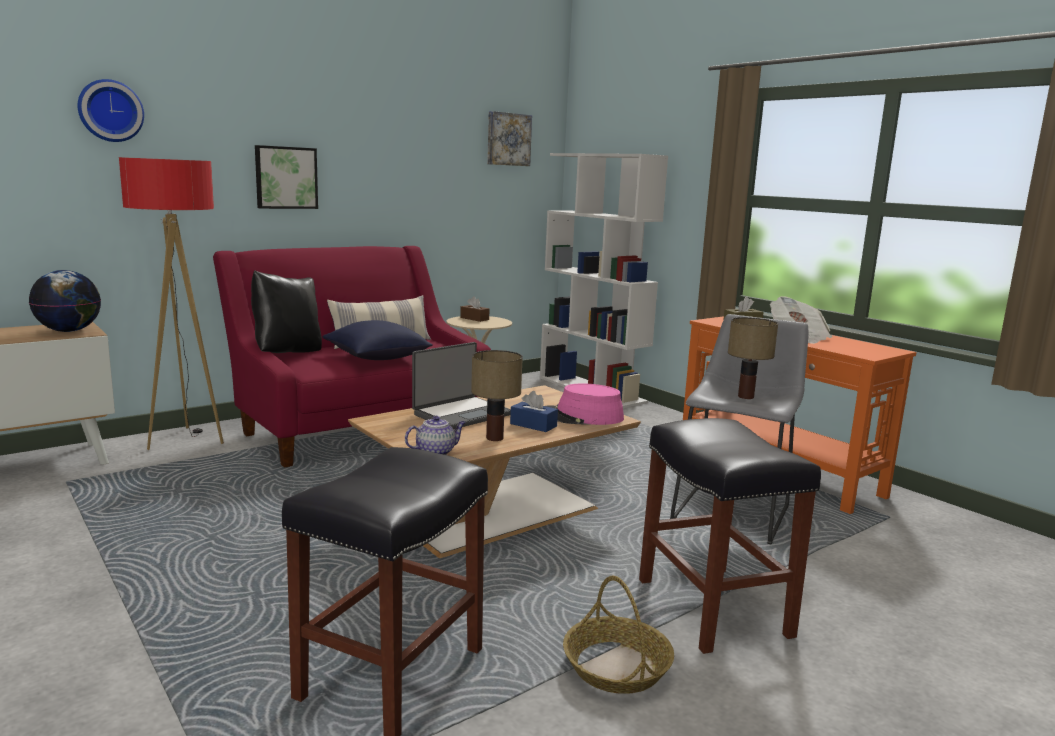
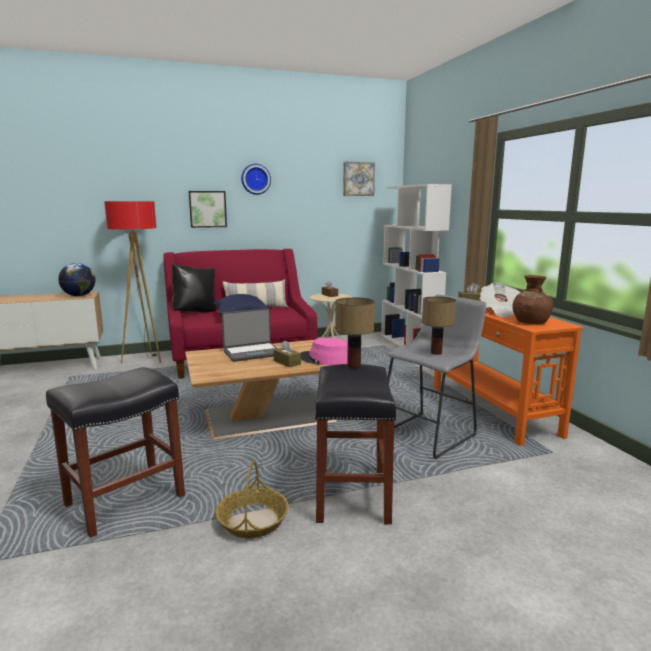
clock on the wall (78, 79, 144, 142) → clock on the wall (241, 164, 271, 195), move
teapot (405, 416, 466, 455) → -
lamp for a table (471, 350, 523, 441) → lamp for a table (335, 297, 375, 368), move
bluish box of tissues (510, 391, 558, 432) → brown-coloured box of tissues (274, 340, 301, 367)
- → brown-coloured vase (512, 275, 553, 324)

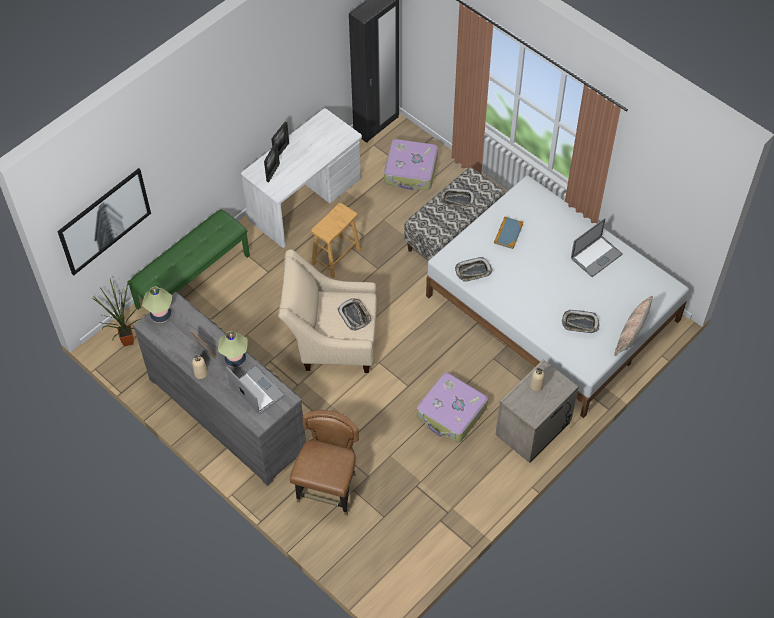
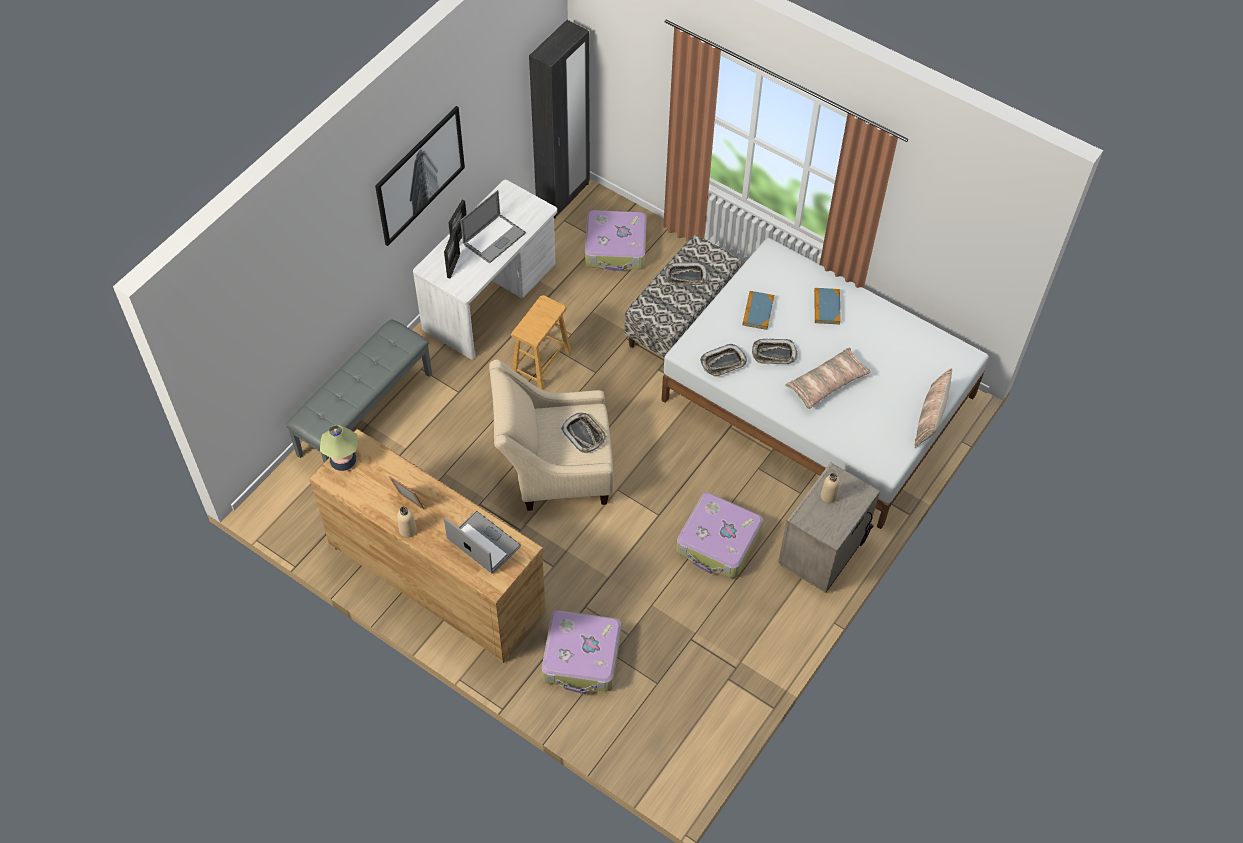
wall art (57, 168, 151, 275) → wall art (375, 106, 465, 246), move
potted plant (93, 279, 142, 346) → -
green indoor bench (128, 210, 250, 310) → greyish indoor bench (286, 319, 432, 463)
greyish drawer chest (133, 292, 306, 486) → brown-coloured drawer chest (309, 429, 546, 663)
lamp for a table (218, 331, 248, 367) → -
brown-coloured plain chair (290, 410, 359, 516) → suitcase (542, 611, 621, 694)
carrying tray (562, 310, 599, 333) → carrying tray (752, 339, 798, 364), move
notebook computer (571, 218, 623, 277) → notebook computer (460, 190, 526, 263), move
- → pillow (785, 347, 871, 409)
- → bound book (814, 288, 841, 324)

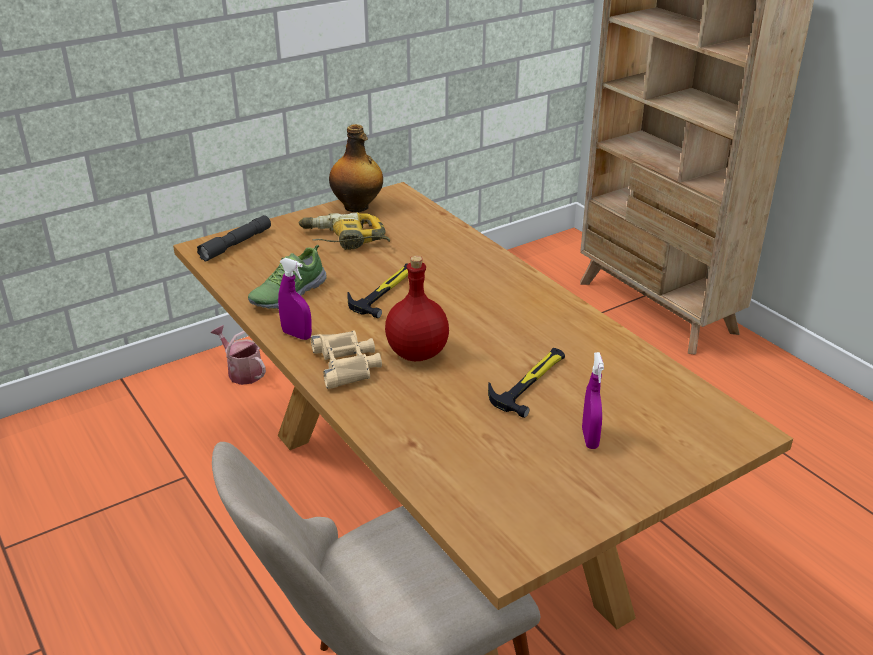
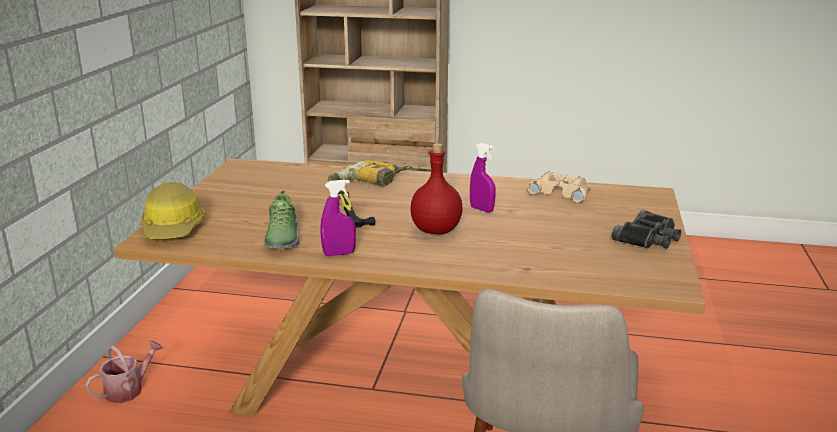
greyish flashlight (197, 215, 271, 261) → safety helmet (141, 182, 205, 239)
watering pot (211, 325, 266, 385) → watering pot (85, 340, 164, 403), 135 degrees clockwise
drill (298, 212, 390, 250) → drill (328, 160, 412, 187), move
sand-coloured binoculars (311, 330, 382, 389) → sand-coloured binoculars (527, 171, 591, 203), move
bottle (329, 124, 383, 212) → -
hammer (488, 348, 565, 418) → -
purplish hand sprayer (582, 352, 604, 449) → purplish hand sprayer (470, 143, 495, 213), move
- → blackish binoculars (612, 210, 681, 249)

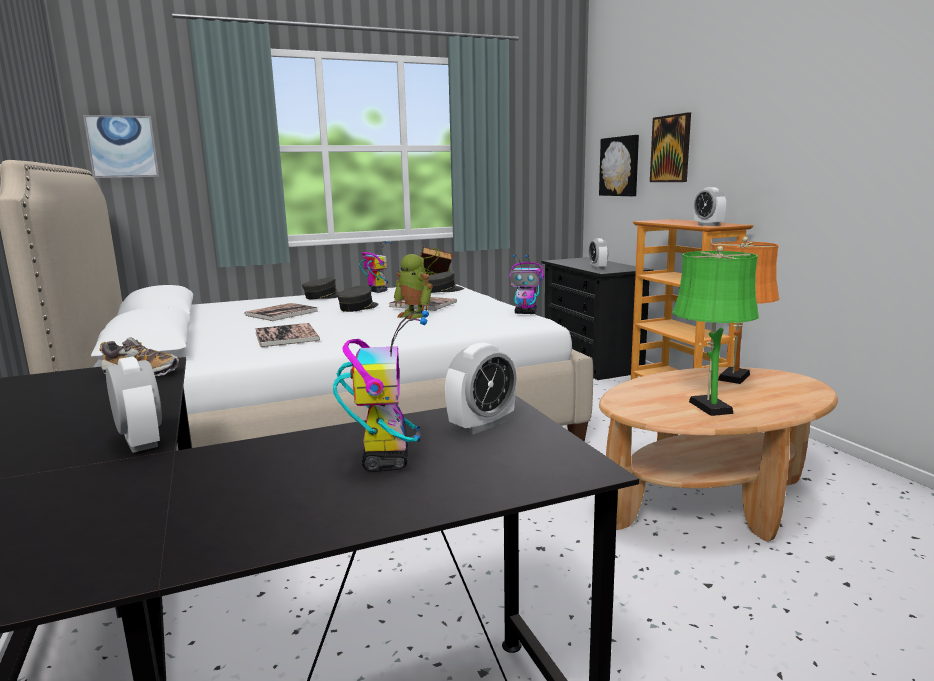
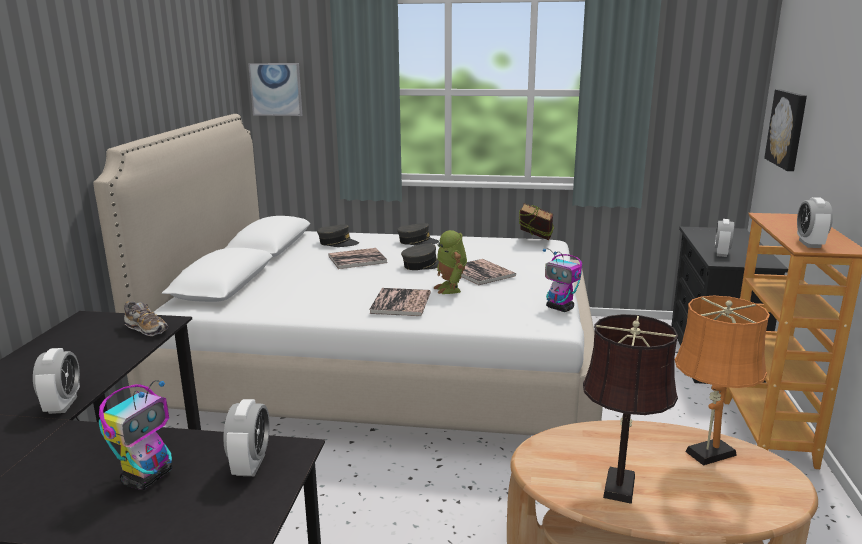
bound book (255, 323, 320, 347) → bound book (369, 288, 431, 316), move
robot figure (359, 241, 392, 293) → -
greyish cap (428, 271, 464, 293) → greyish cap (317, 225, 359, 247), move
alarm clock (445, 342, 517, 434) → alarm clock (223, 399, 270, 476), 75 degrees counterclockwise
wall art (650, 113, 691, 182) → -
green lamp for a table (672, 246, 759, 416) → brown-coloured lamp for a table (583, 314, 678, 504)

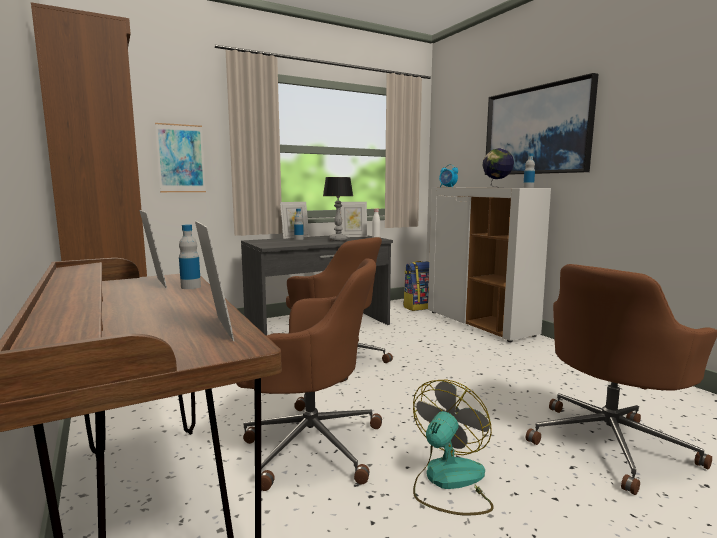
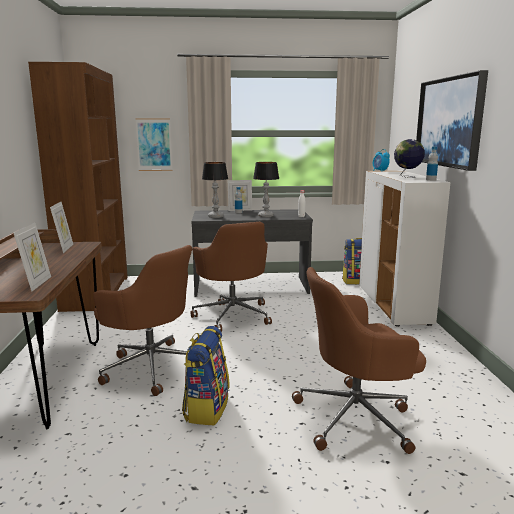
bottle (179, 225, 201, 289) → -
standing frame (340, 202, 367, 237) → -
fan (413, 380, 494, 515) → rucksack (182, 326, 230, 426)
- → lamp for a table (202, 162, 228, 218)

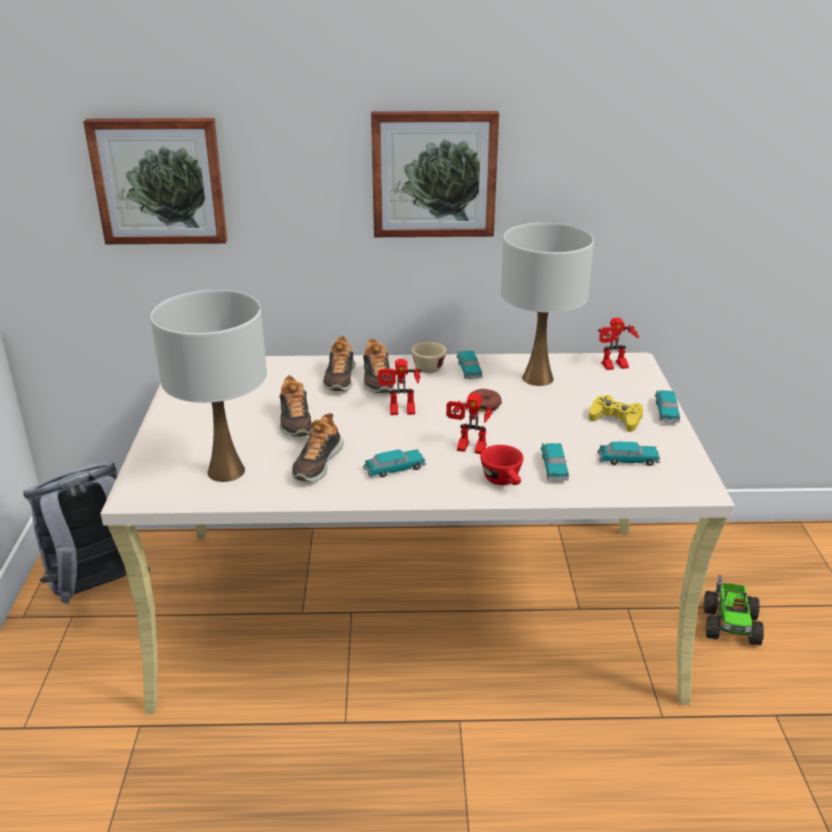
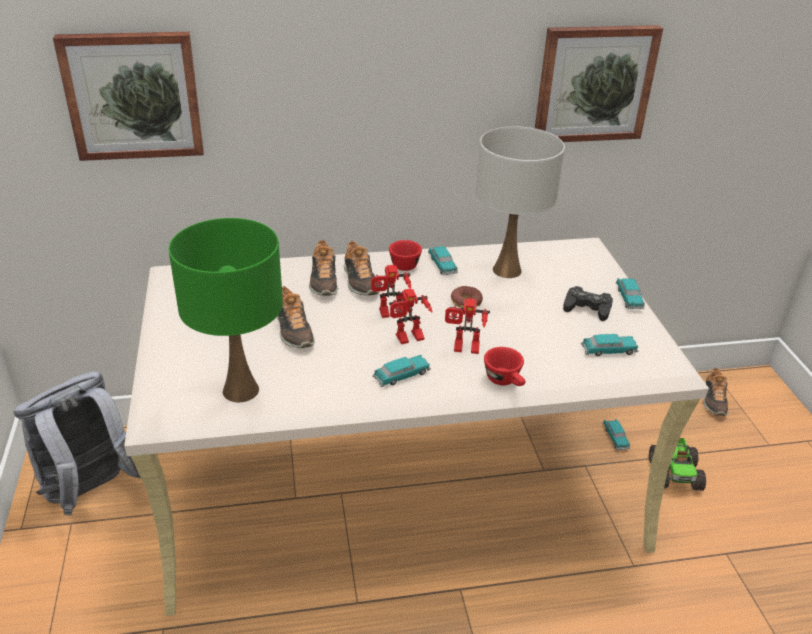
white lamp for a table (151, 290, 267, 482) → green lamp for a table (169, 218, 283, 402)
low shoe (292, 413, 344, 482) → low shoe (703, 367, 728, 416), move
wall art (371, 111, 499, 237) → wall art (535, 25, 663, 142), move
sand-coloured cup (411, 342, 446, 373) → reddish cup (389, 240, 422, 271)
model car (541, 443, 569, 481) → model car (603, 419, 630, 450), move
yellowish game controller (589, 395, 643, 432) → blackish game controller (563, 286, 613, 321)
robot figure (598, 318, 639, 370) → robot figure (389, 288, 432, 344), move

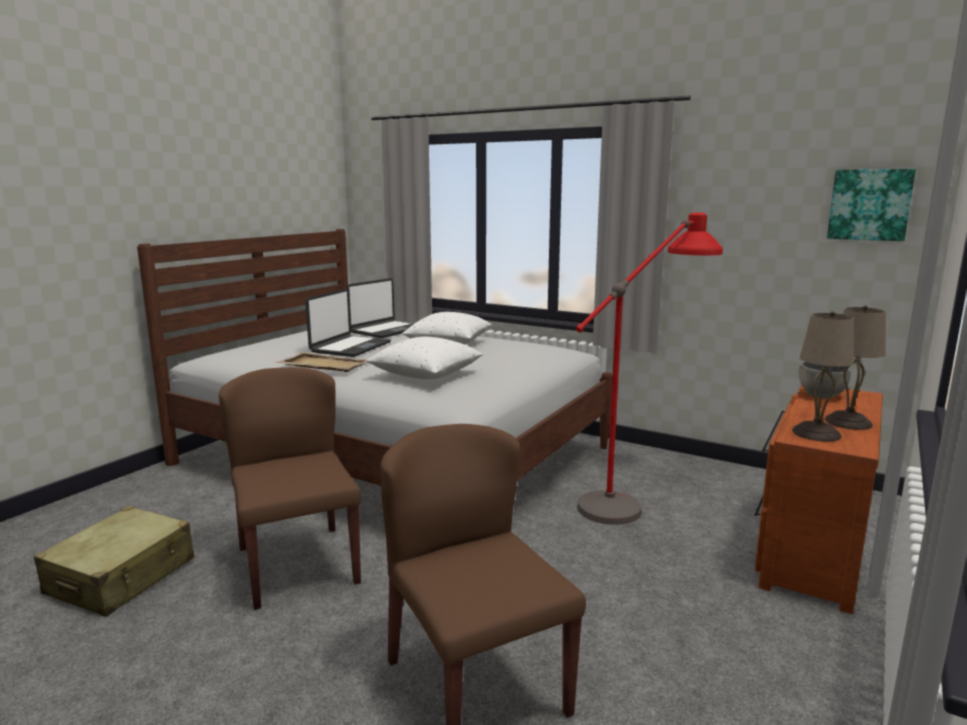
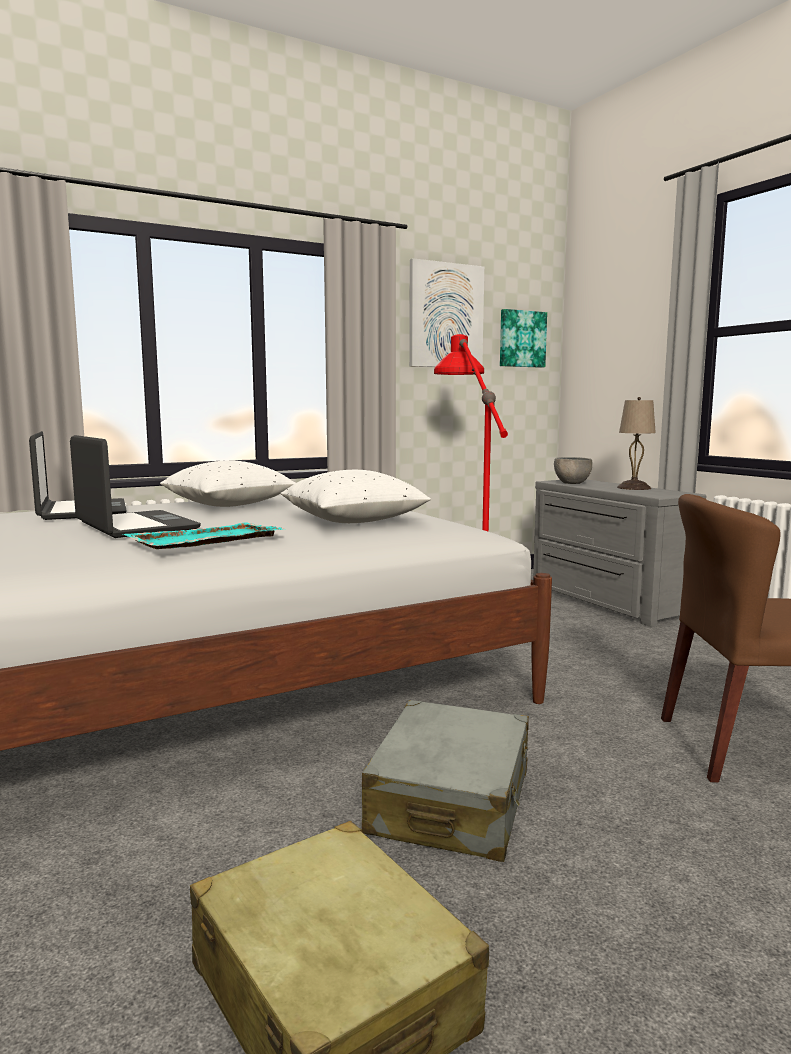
brown-coloured plain chair (219, 367, 361, 610) → greyish suitcase (362, 700, 529, 862)
sand-coloured carrying tray (275, 352, 368, 372) → turquoise carrying tray (122, 522, 283, 549)
brown-coloured drawer chest (755, 384, 883, 614) → greyish drawer chest (533, 479, 706, 627)
sand-coloured lamp for a table (792, 311, 854, 442) → -
- → wall art (409, 258, 484, 367)

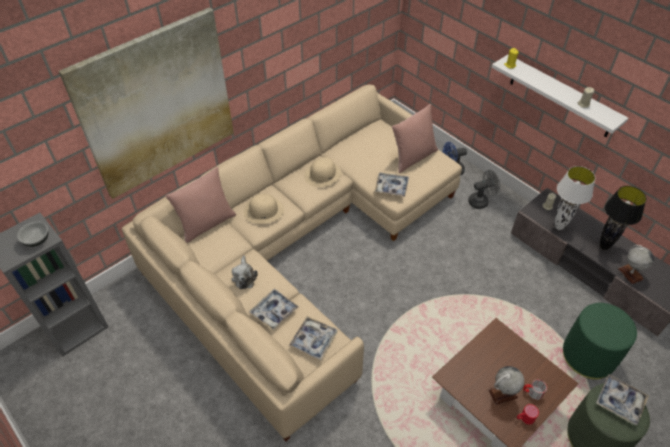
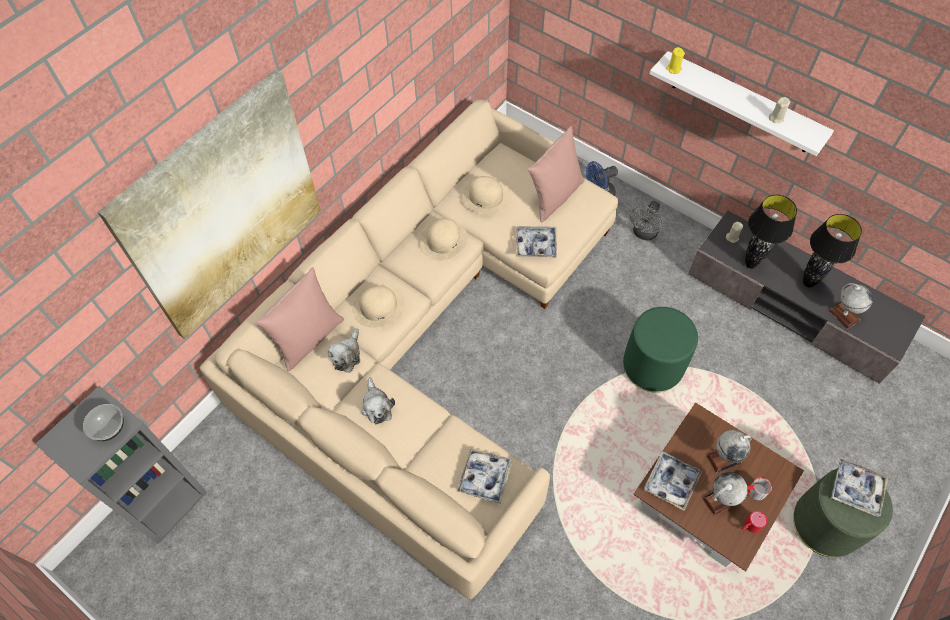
carrying tray (250, 289, 298, 331) → carrying tray (644, 451, 702, 511), move
greyish fan (468, 170, 500, 209) → greyish fan (630, 201, 663, 240), 150 degrees clockwise
white lamp for a table (555, 166, 595, 230) → blackish lamp for a table (745, 195, 797, 269)
green ottoman (563, 303, 637, 380) → green ottoman (623, 307, 698, 393), move
- → plush toy (328, 328, 360, 373)
- → sand-coloured hat (462, 176, 510, 214)
- → world globe (707, 430, 751, 473)

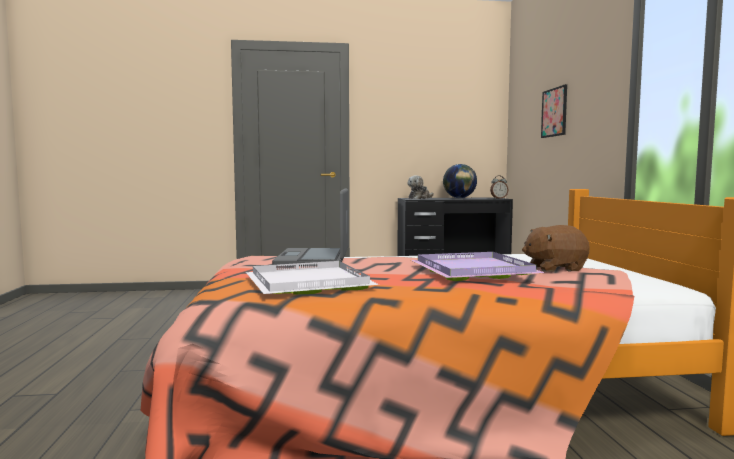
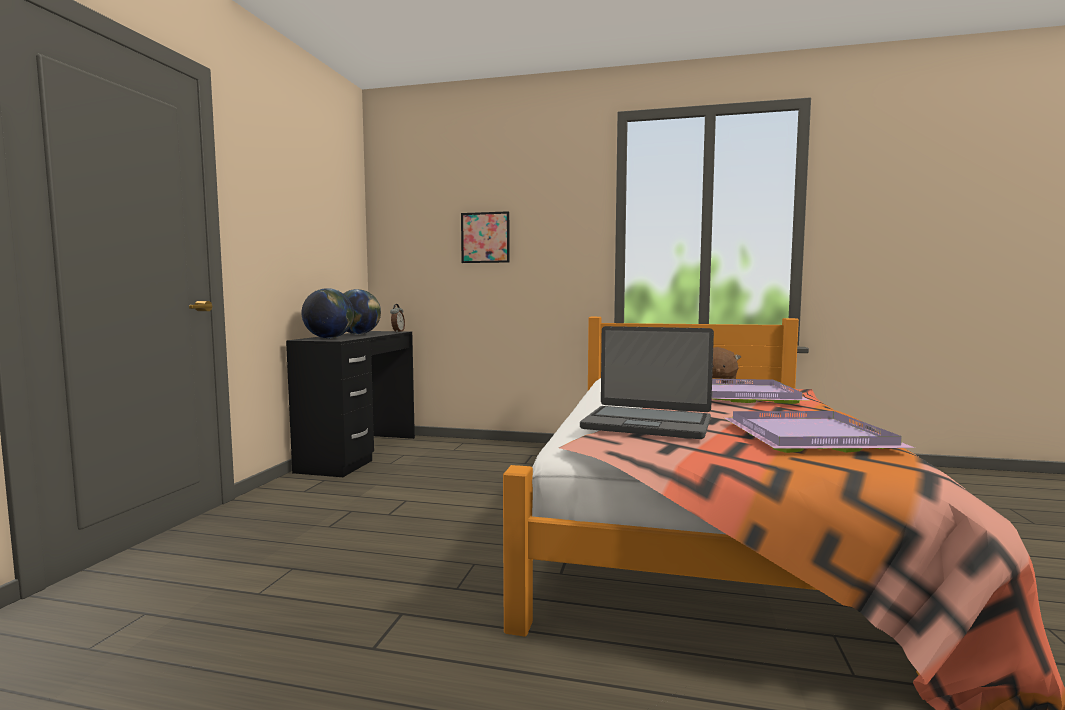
white carrying tray (246, 261, 379, 294) → purplish carrying tray (725, 411, 915, 453)
plush toy (407, 175, 434, 199) → world globe (301, 288, 354, 339)

